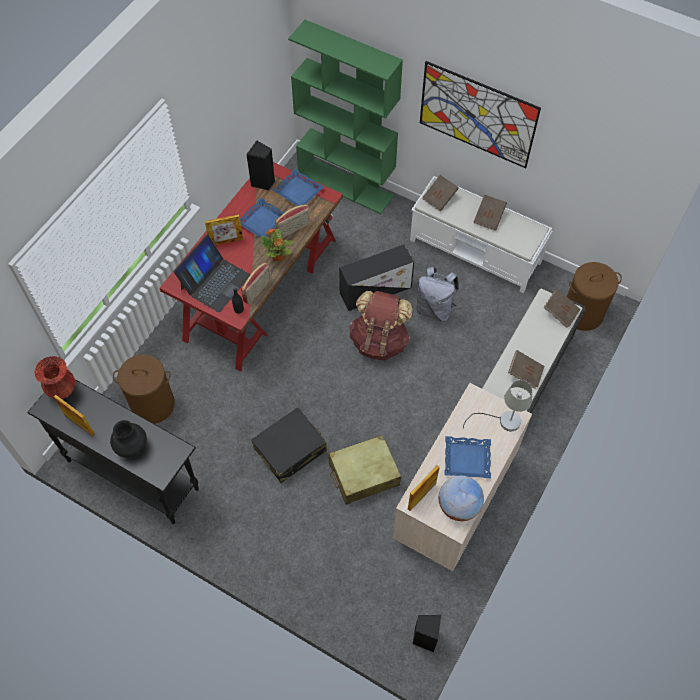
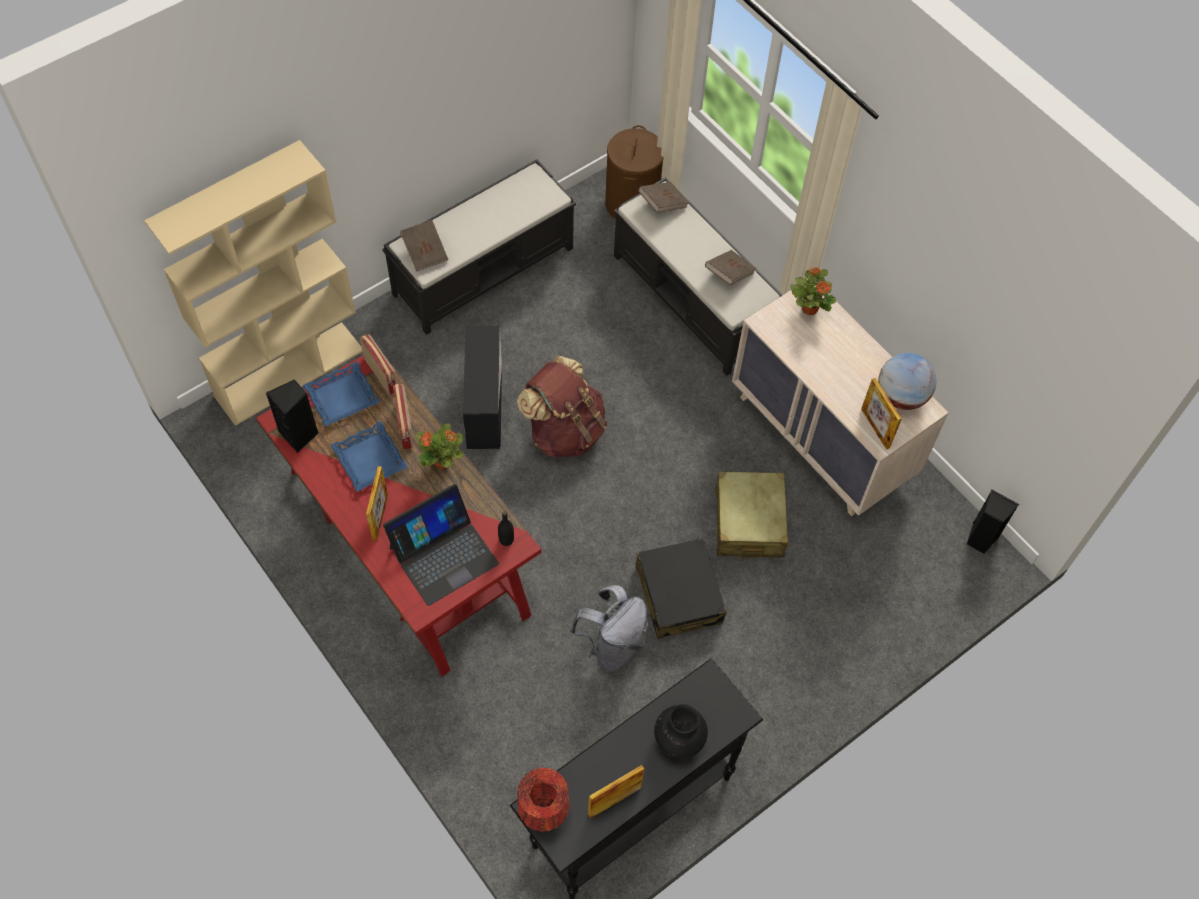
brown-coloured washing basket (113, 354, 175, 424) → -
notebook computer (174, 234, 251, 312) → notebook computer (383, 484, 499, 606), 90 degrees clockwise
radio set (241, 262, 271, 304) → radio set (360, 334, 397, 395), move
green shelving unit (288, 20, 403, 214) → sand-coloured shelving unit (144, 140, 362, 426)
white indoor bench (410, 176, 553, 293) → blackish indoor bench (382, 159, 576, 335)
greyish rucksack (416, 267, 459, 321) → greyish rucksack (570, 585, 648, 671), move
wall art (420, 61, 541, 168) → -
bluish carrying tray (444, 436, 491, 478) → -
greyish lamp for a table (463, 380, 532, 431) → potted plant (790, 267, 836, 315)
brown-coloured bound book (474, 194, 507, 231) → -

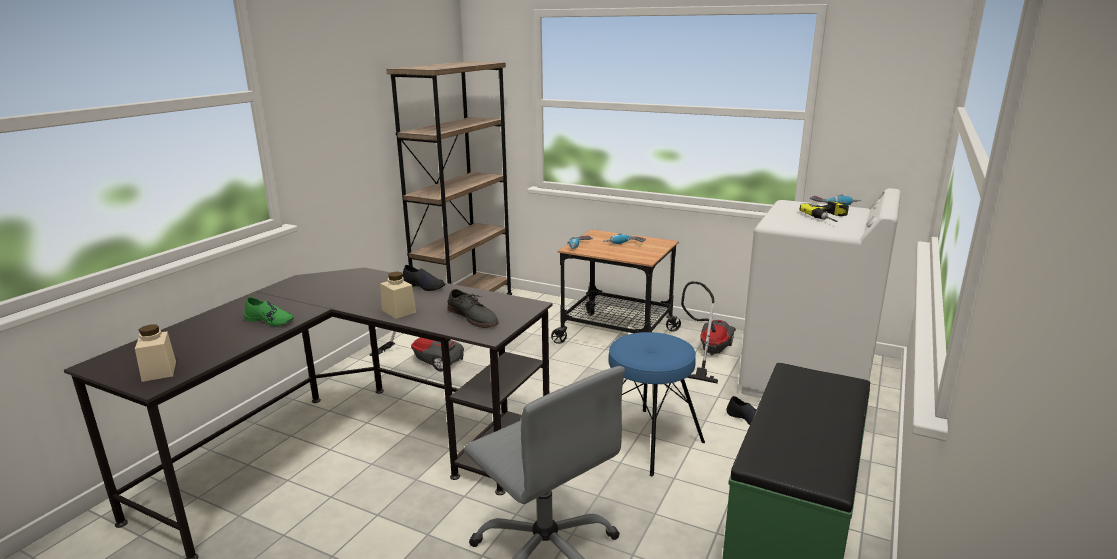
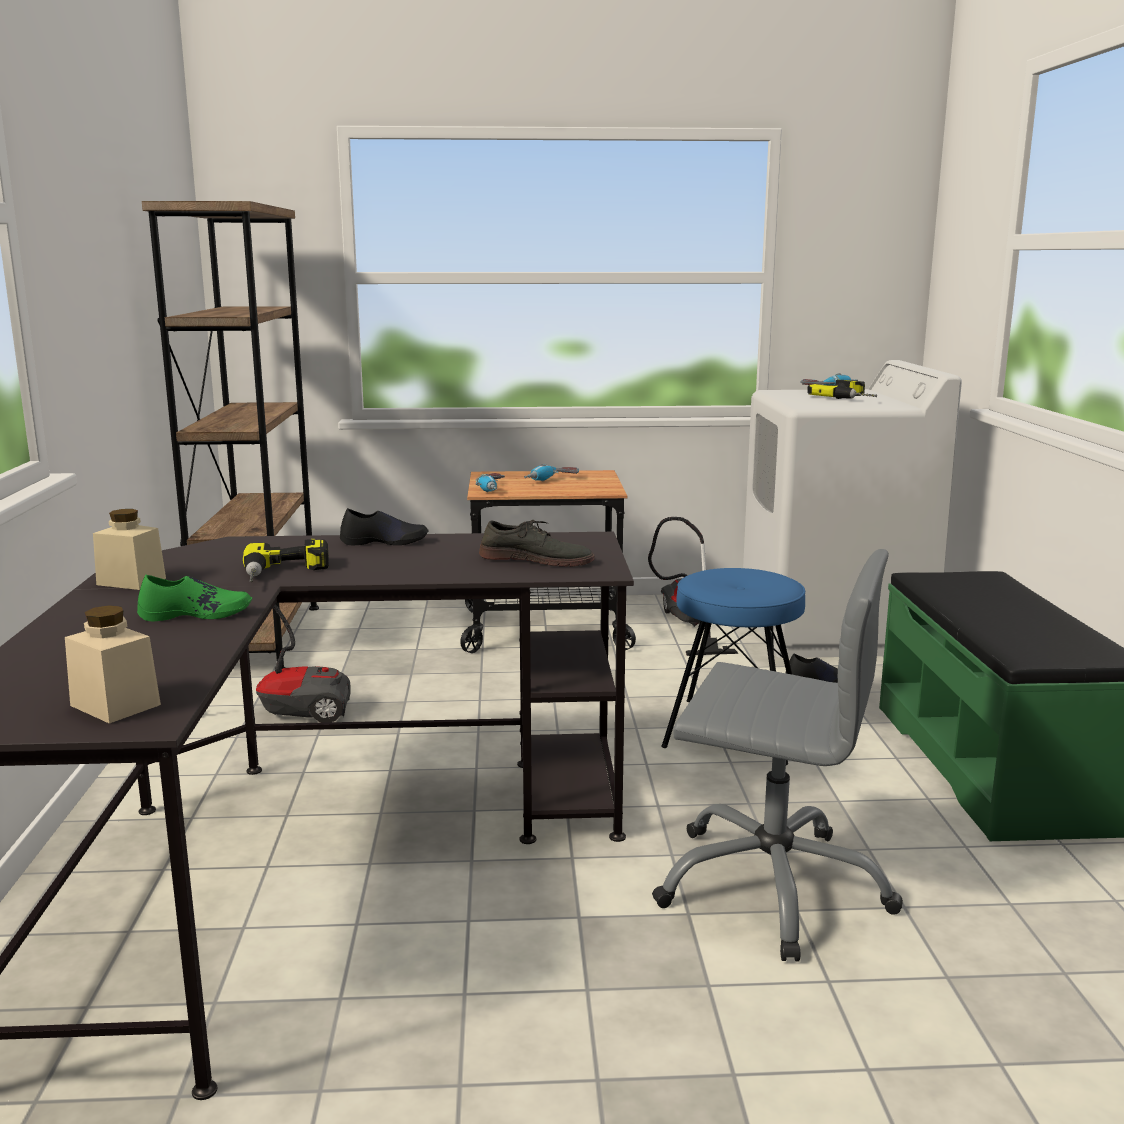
sand-coloured storage jar (380, 272, 416, 319) → sand-coloured storage jar (93, 509, 166, 590), move
- → drill (243, 539, 329, 583)

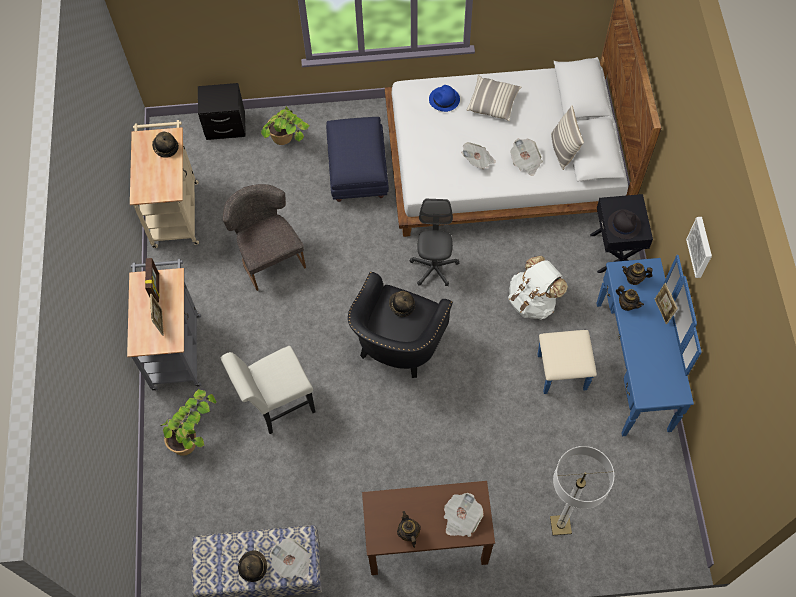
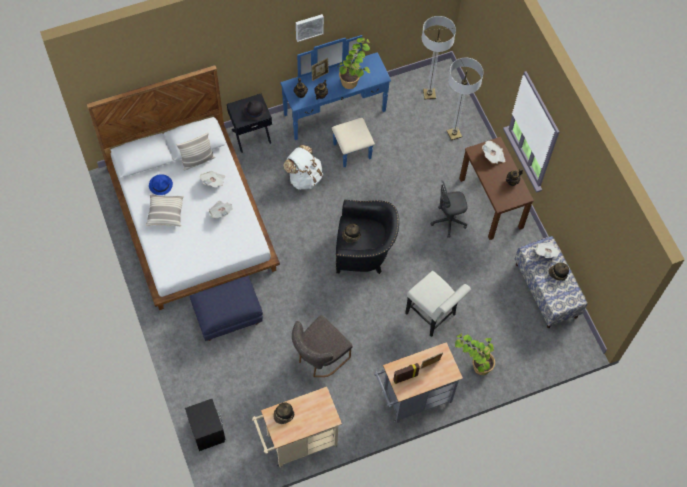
potted plant (261, 106, 310, 145) → potted plant (337, 38, 372, 89), move
greyish computer chair (410, 199, 459, 286) → greyish computer chair (430, 180, 468, 238), move
bluish hat (429, 85, 460, 112) → bluish hat (149, 174, 173, 195), move
- → standing lamp (422, 16, 456, 100)

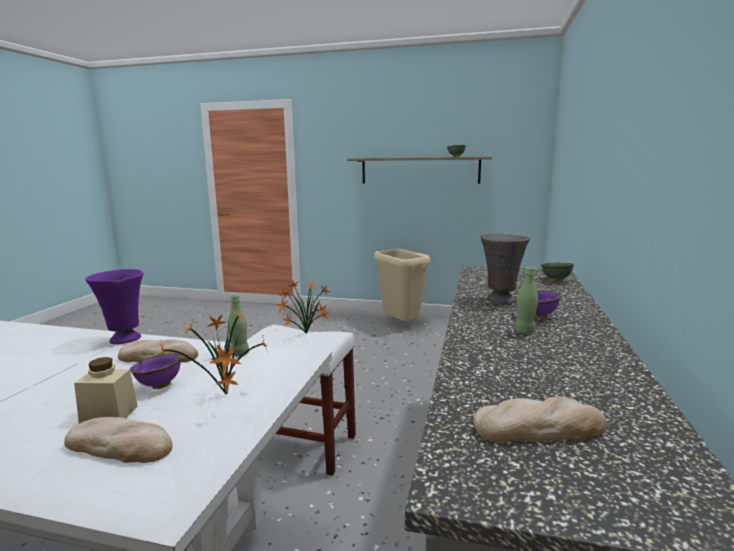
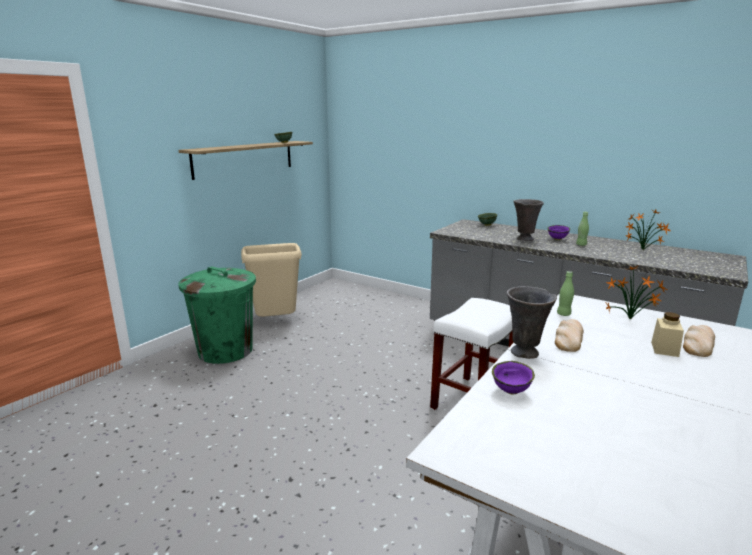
purplish vase (85, 269, 143, 344) → greyish vase (507, 286, 557, 359)
purplish serving bowl (130, 353, 181, 389) → purplish serving bowl (492, 361, 535, 395), move
potted plant (276, 281, 330, 334) → potted plant (626, 210, 671, 250), move
bread (473, 396, 607, 443) → -
- → green waste bin (178, 266, 256, 364)

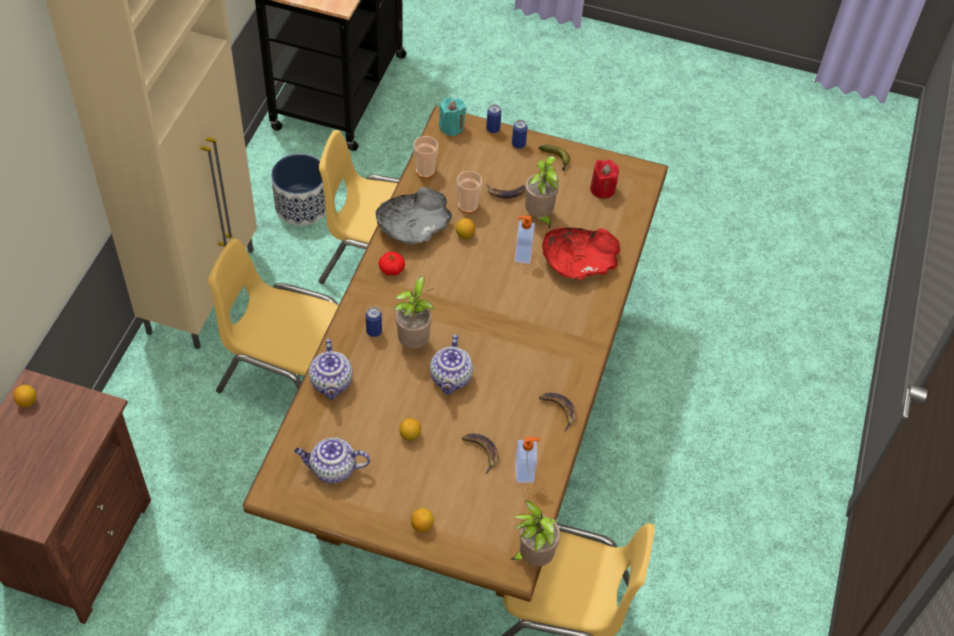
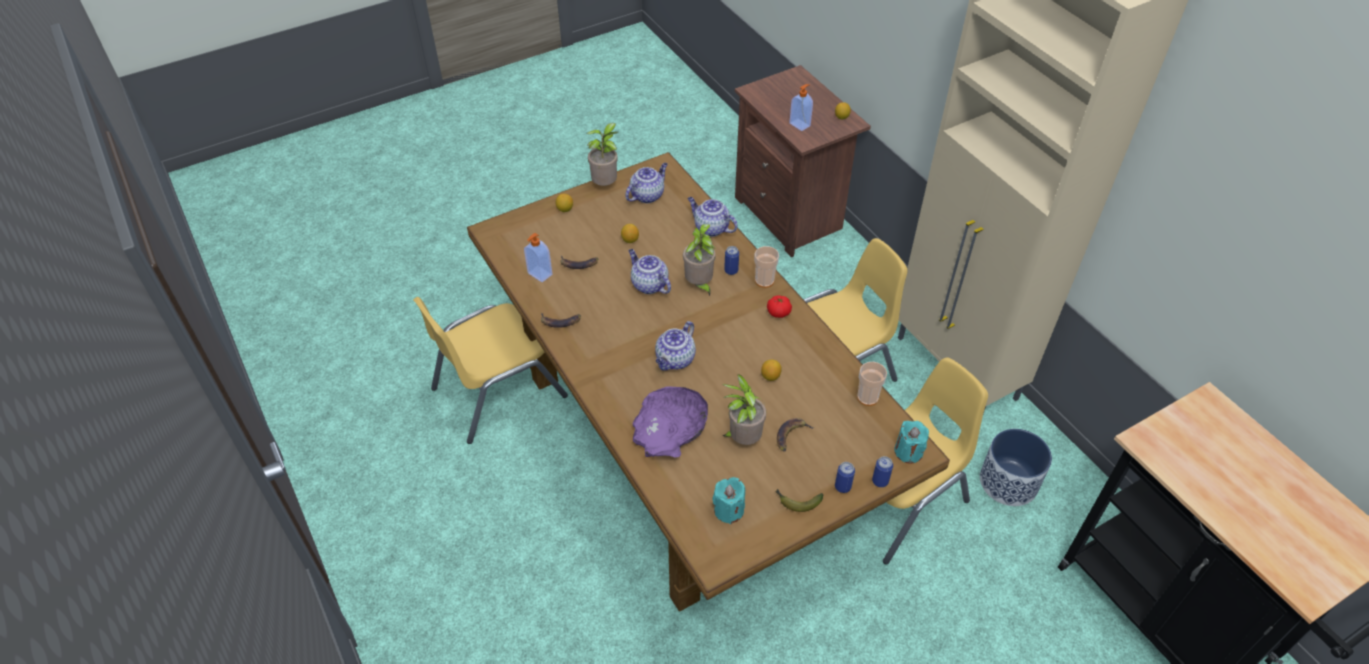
greyish serving bowl (376, 188, 452, 244) → -
cup (457, 171, 482, 213) → cup (754, 246, 779, 288), move
potted plant (511, 500, 562, 566) → potted plant (587, 123, 618, 186), move
liquid soap bottle (515, 216, 535, 264) → liquid soap bottle (789, 84, 813, 131), move
reddish serving bowl (542, 228, 620, 280) → purplish serving bowl (633, 386, 708, 458)
reddish wax light (590, 160, 619, 199) → turquoise wax light (712, 477, 745, 524)
- → teapot (655, 321, 696, 371)

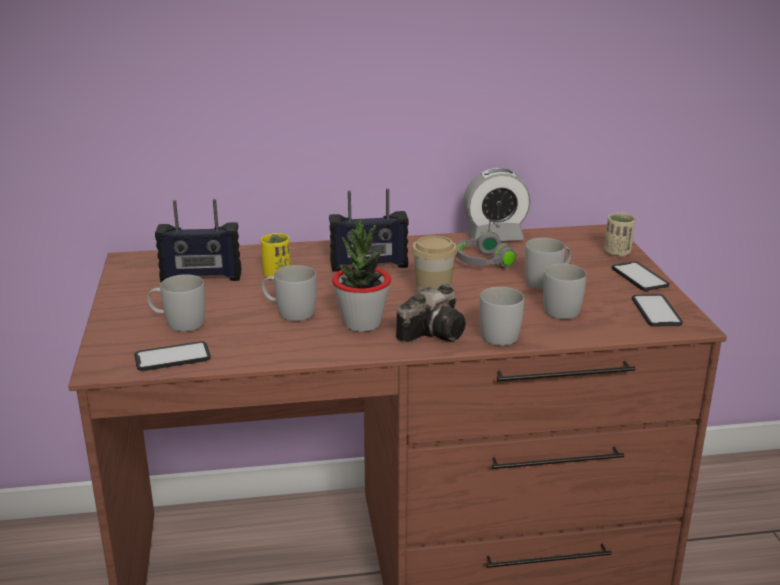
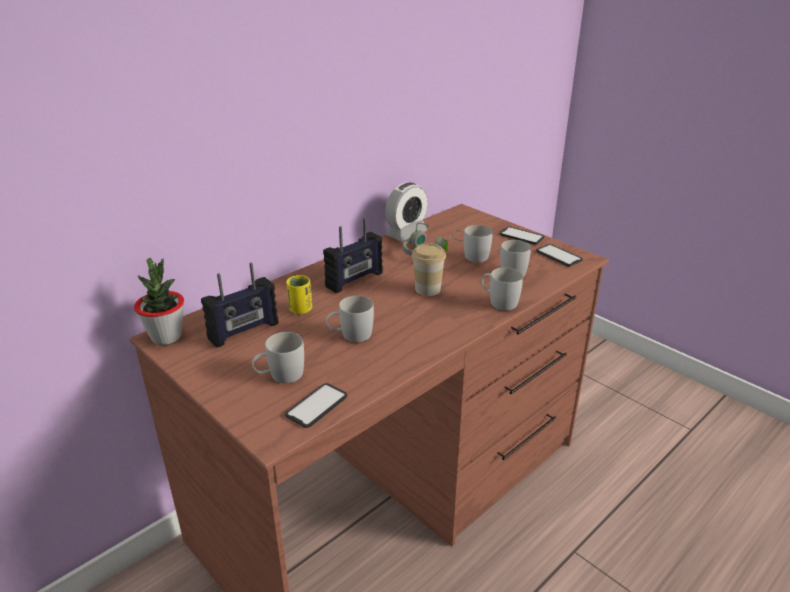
potted plant (332, 220, 391, 332) → potted plant (134, 257, 184, 345), move
still camera (396, 284, 466, 343) → -
sand-coloured cup (604, 212, 635, 257) → -

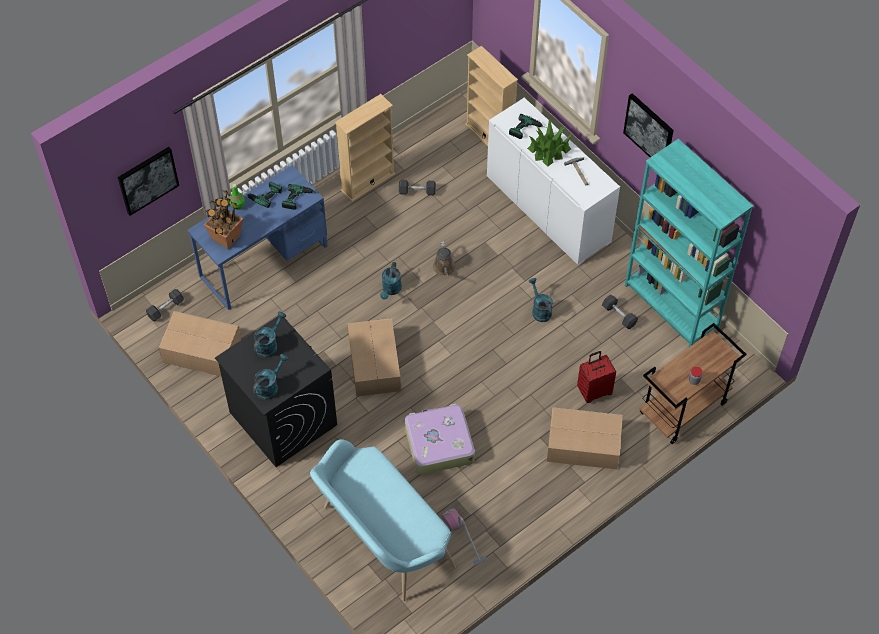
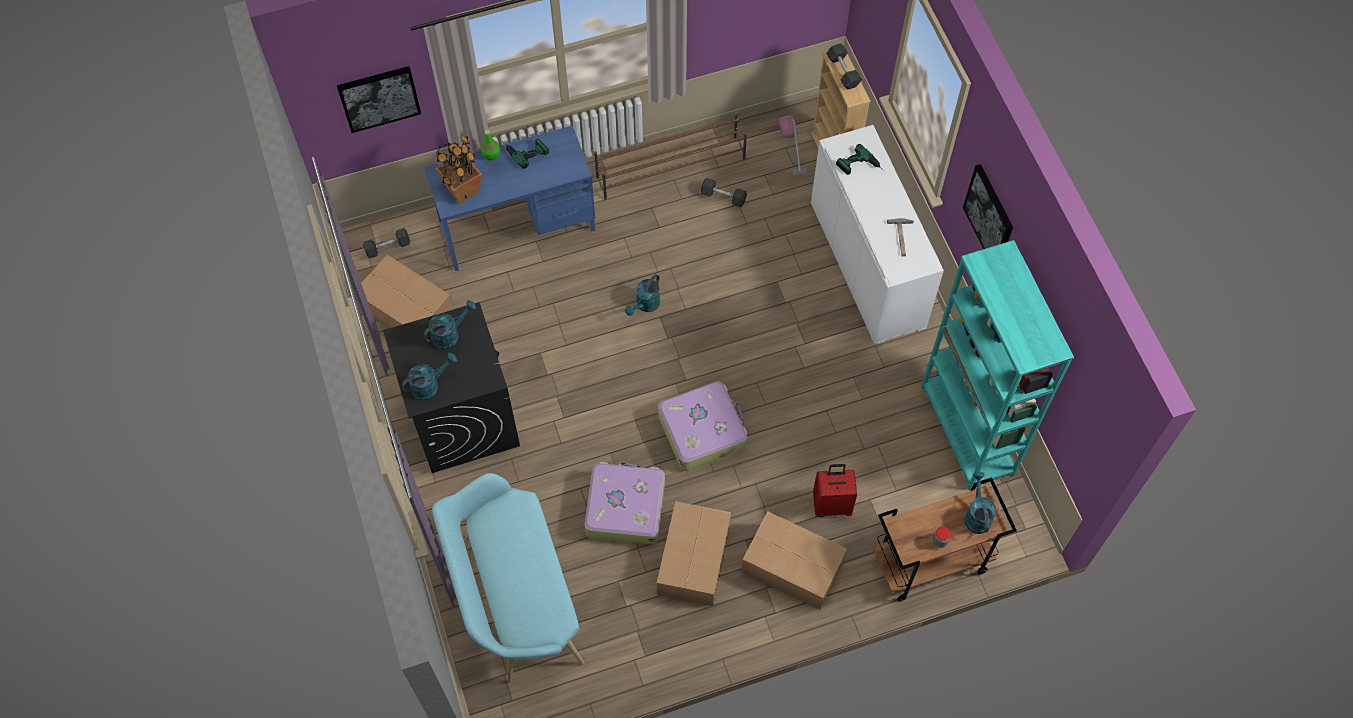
drill (282, 184, 318, 210) → -
sand-coloured shelving unit (335, 94, 395, 202) → brown-coloured shoe shelf (594, 112, 747, 200)
carton (348, 318, 401, 397) → carton (657, 501, 731, 606), move
brown-coloured watering pot (433, 241, 455, 278) → -
hoover (442, 508, 486, 565) → hoover (778, 116, 807, 176), move
potted plant (527, 117, 572, 167) → -
turquoise watering pot (528, 278, 553, 322) → turquoise watering pot (964, 472, 997, 534), move
greyish hand weight (602, 295, 638, 329) → greyish hand weight (826, 43, 862, 90), move
- → suitcase (658, 381, 748, 471)

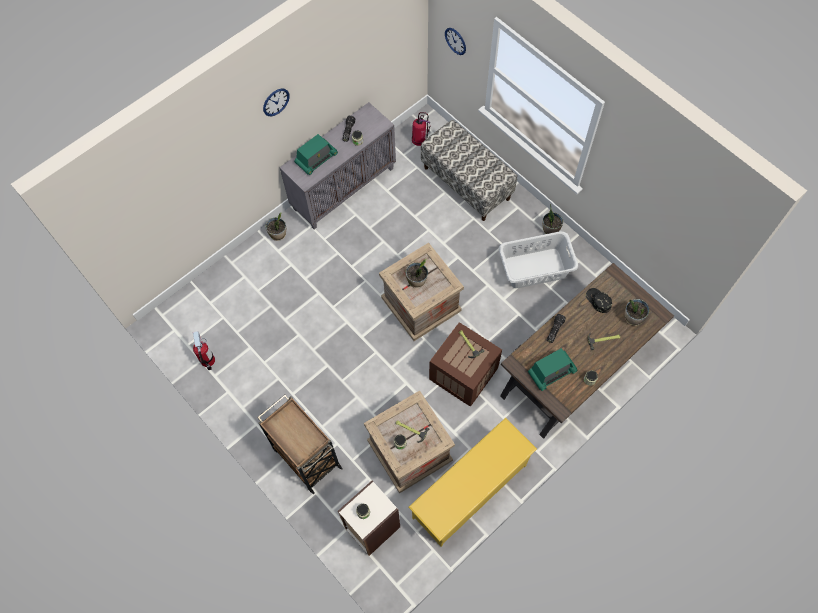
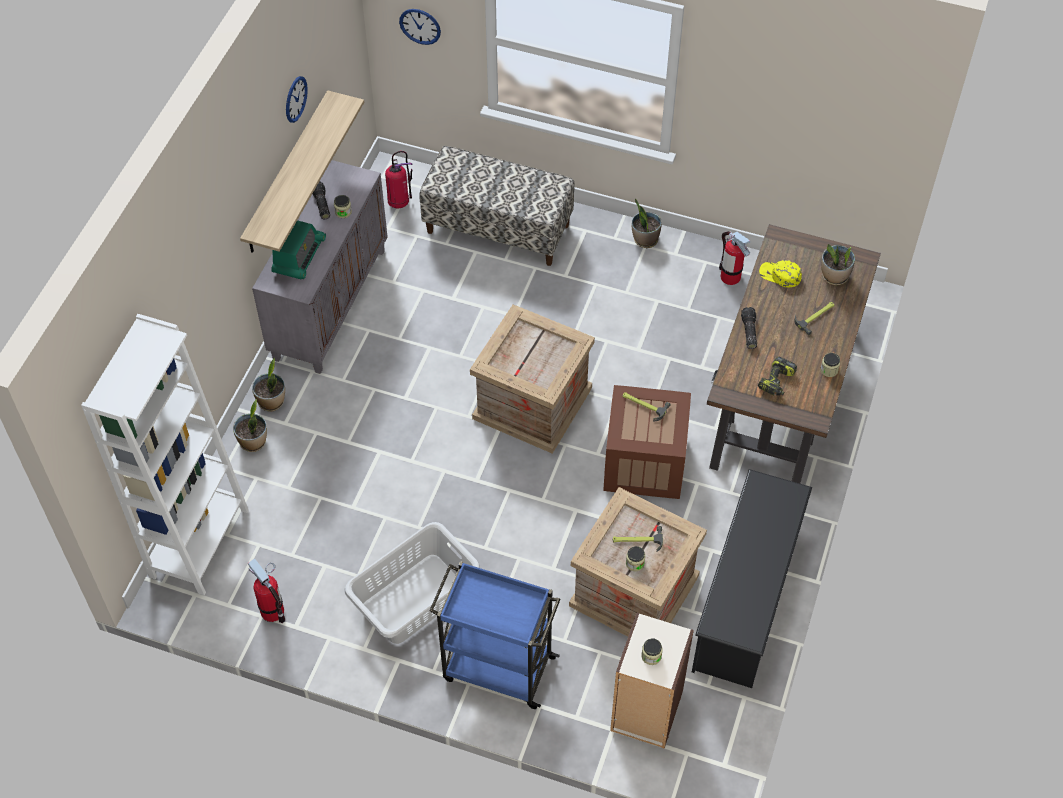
brown-coloured cart (257, 395, 343, 494) → bluish cart (429, 561, 560, 709)
clock on the wall (263, 88, 290, 116) → clock on the wall (286, 76, 308, 123), move
potted plant (405, 259, 428, 288) → potted plant (233, 399, 267, 452), move
yellowish shoe shelf (409, 418, 537, 547) → blackish shoe shelf (692, 469, 812, 688)
greyish washing basket (499, 231, 578, 288) → greyish washing basket (344, 522, 480, 644), move
radio set (528, 348, 578, 391) → drill (758, 356, 797, 396)
blackish cap (586, 288, 612, 313) → yellowish cap (759, 260, 802, 287)
- → white shelving unit (81, 314, 249, 595)
- → shelf (240, 90, 364, 253)
- → fire extinguisher (719, 231, 750, 285)

